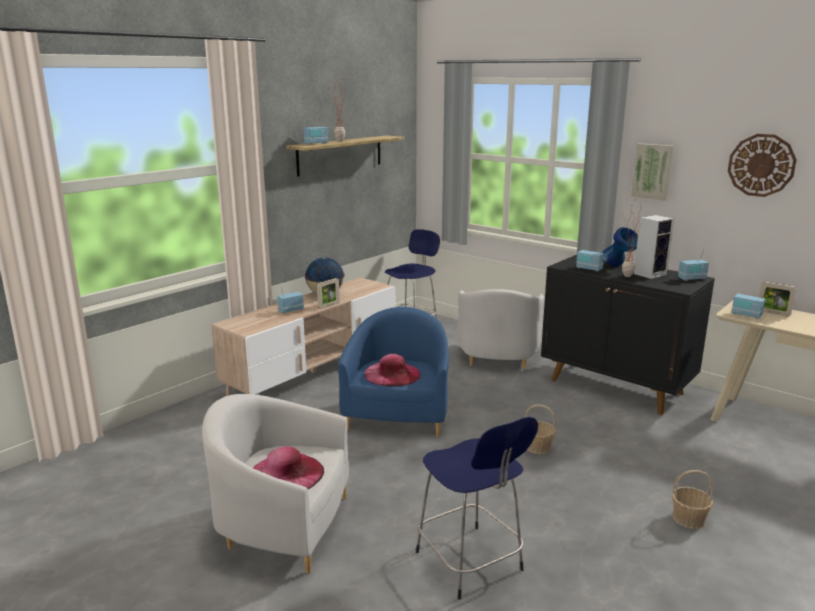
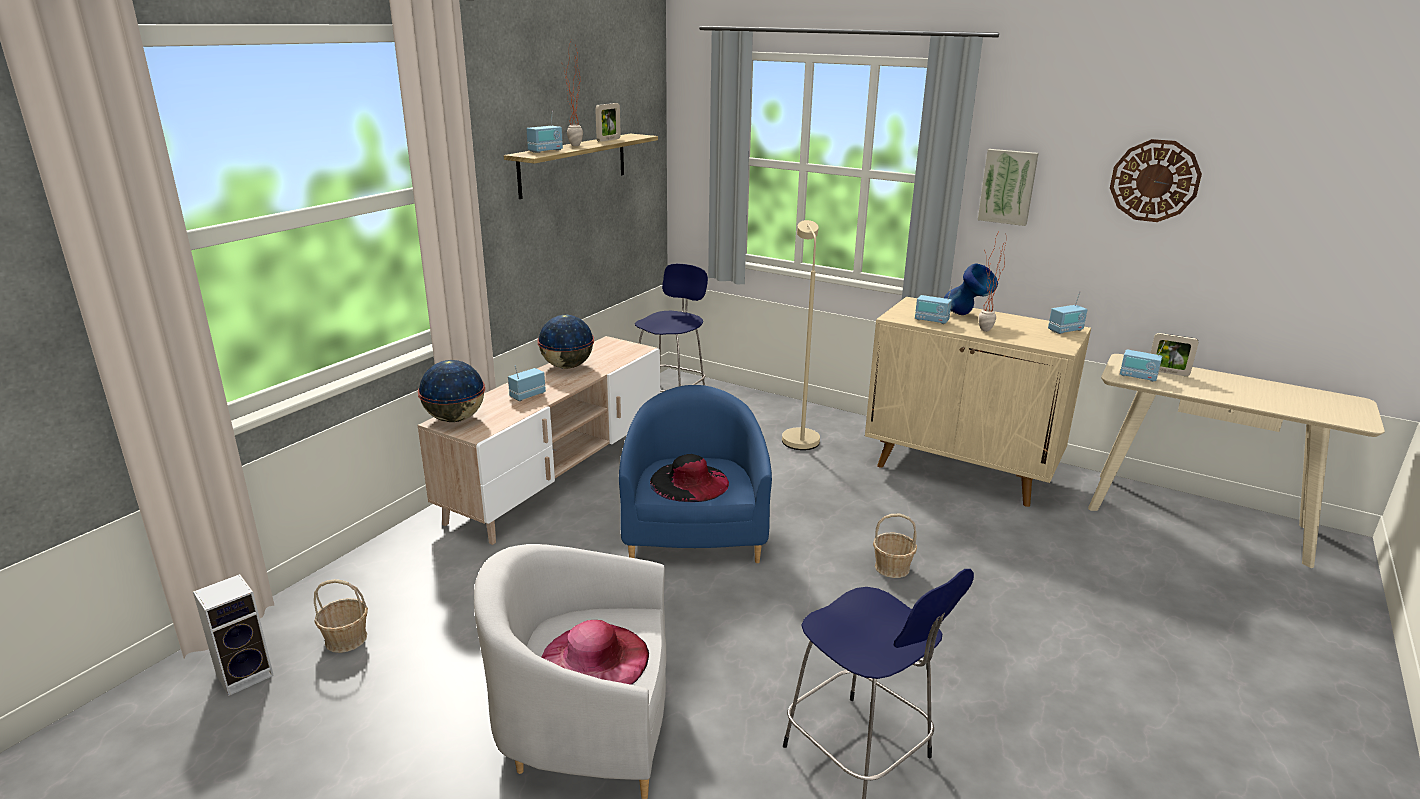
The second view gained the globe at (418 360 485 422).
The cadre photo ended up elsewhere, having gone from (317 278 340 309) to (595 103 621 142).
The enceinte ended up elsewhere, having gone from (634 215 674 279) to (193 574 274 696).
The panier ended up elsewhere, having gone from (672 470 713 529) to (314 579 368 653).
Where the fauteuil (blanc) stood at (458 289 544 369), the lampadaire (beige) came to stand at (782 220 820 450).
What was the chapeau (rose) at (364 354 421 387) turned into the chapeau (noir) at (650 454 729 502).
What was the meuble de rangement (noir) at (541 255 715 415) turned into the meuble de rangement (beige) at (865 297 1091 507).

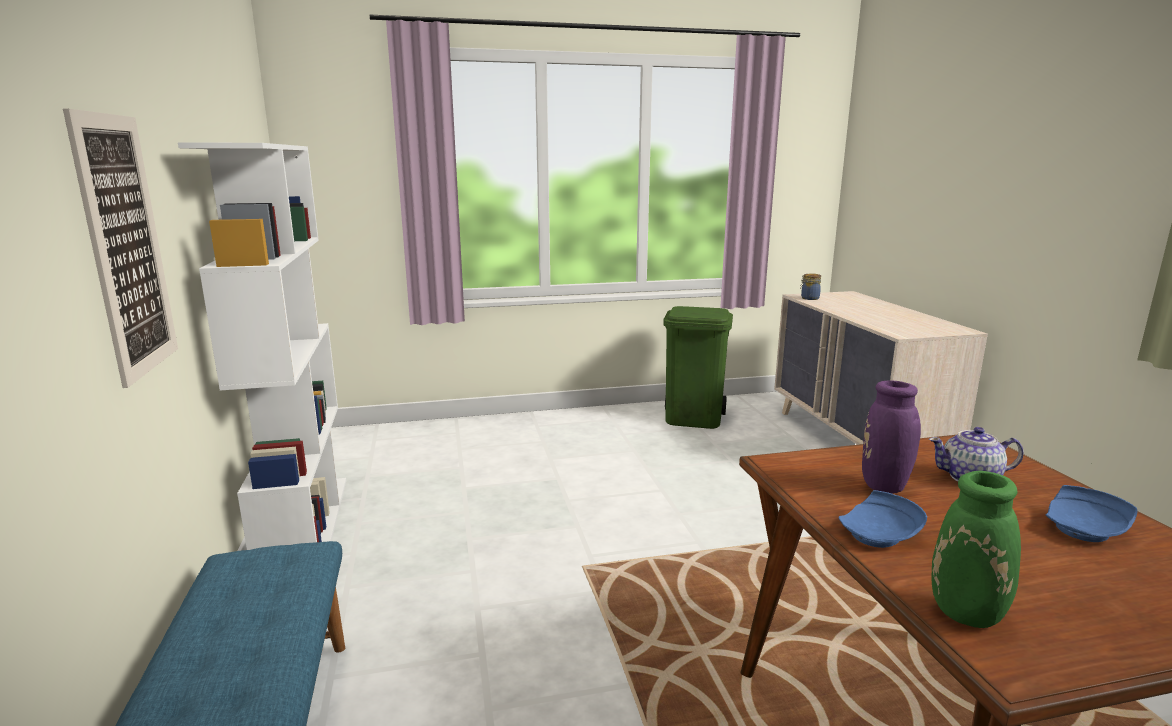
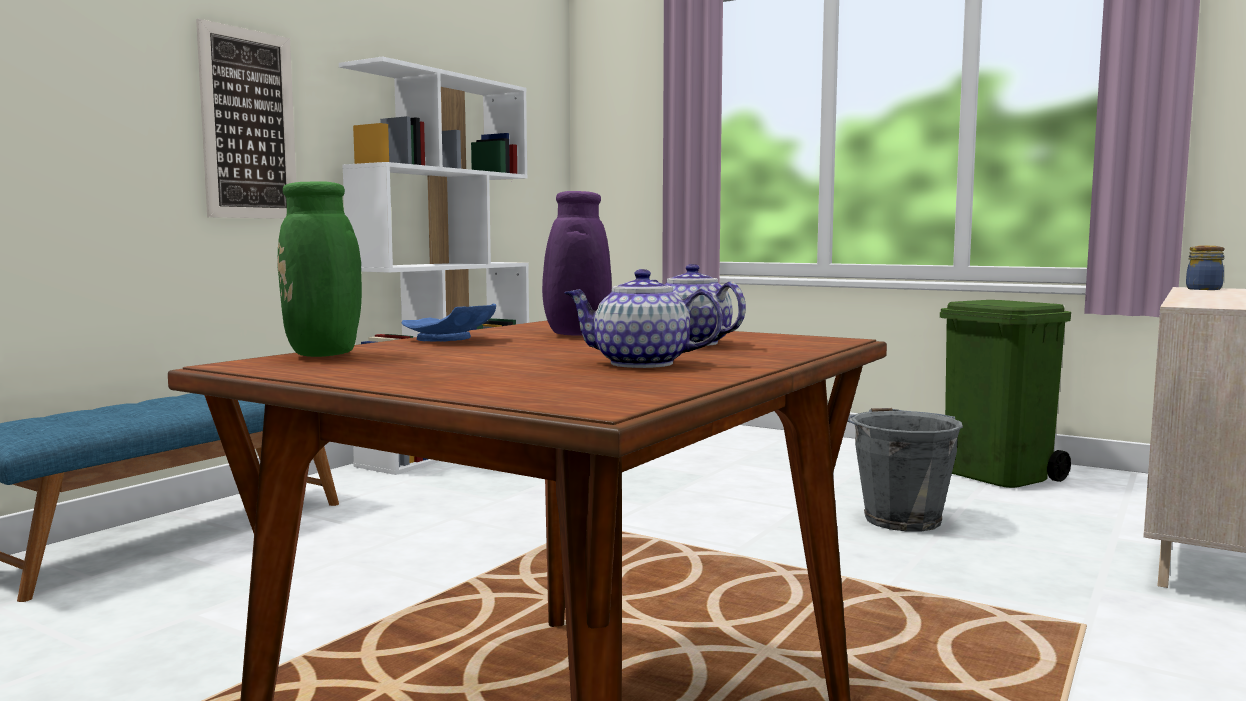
The second view gained the seau (gris) at (848 408 963 531).
Where the assiette (bleu) stood at (1046 485 1138 542), the théière came to stand at (564 269 722 368).

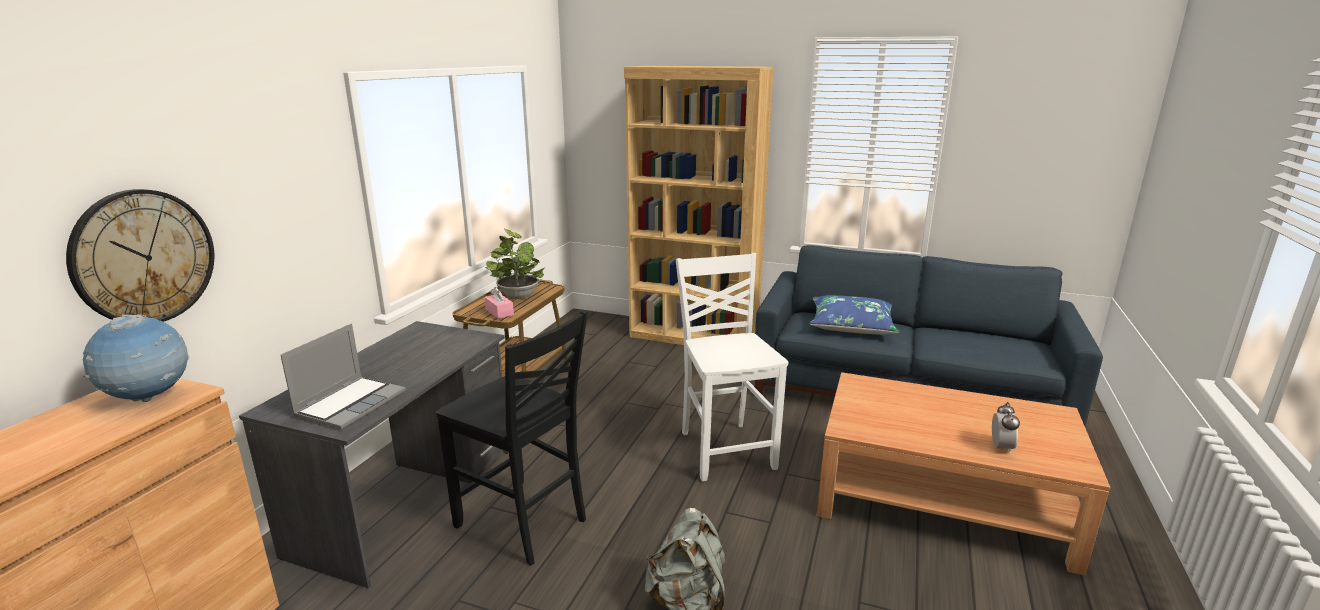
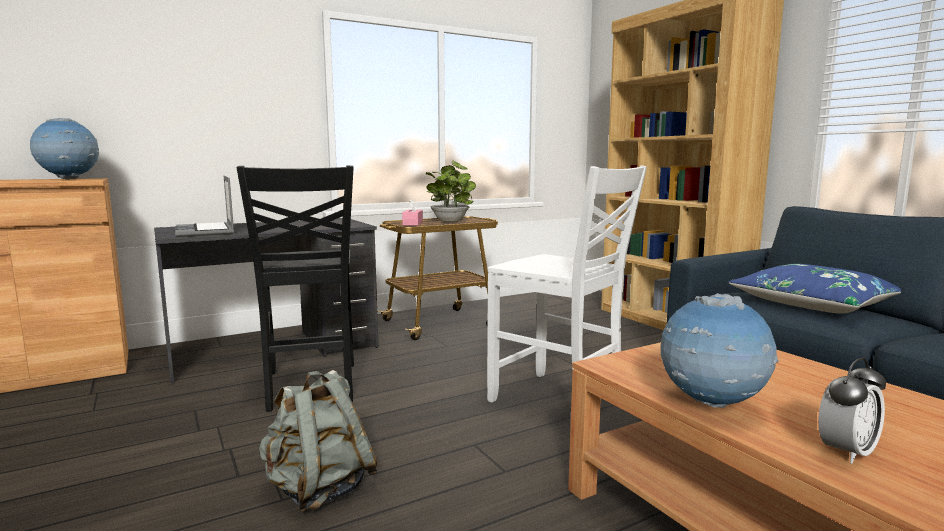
The second view lost the horloge murale at (66 189 214 322).
The second view gained the globe at (660 293 779 408).
The ordinateur portable at (281 323 406 429) ended up facing another way, 90 degrees clockwise from before.
The chaise (blanc) at (676 253 788 481) ended up facing another way, 105 degrees clockwise from before.

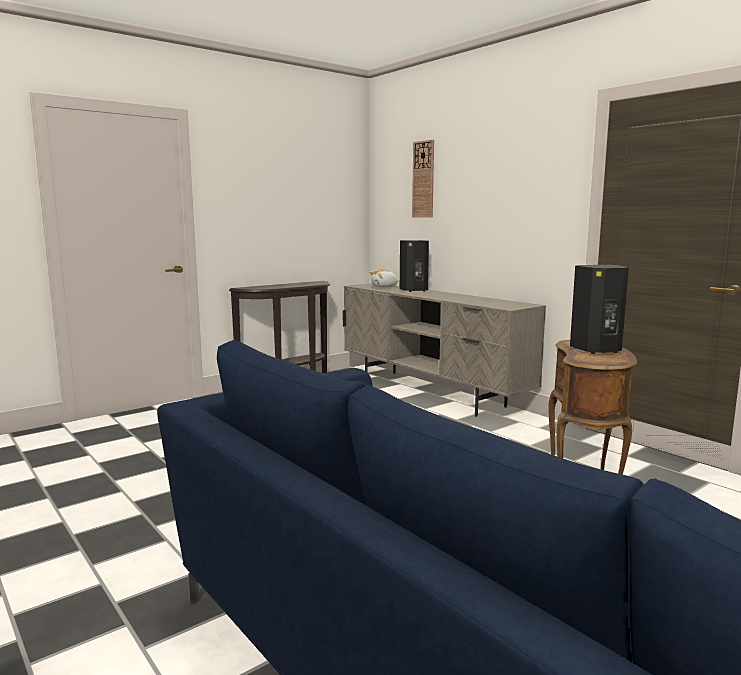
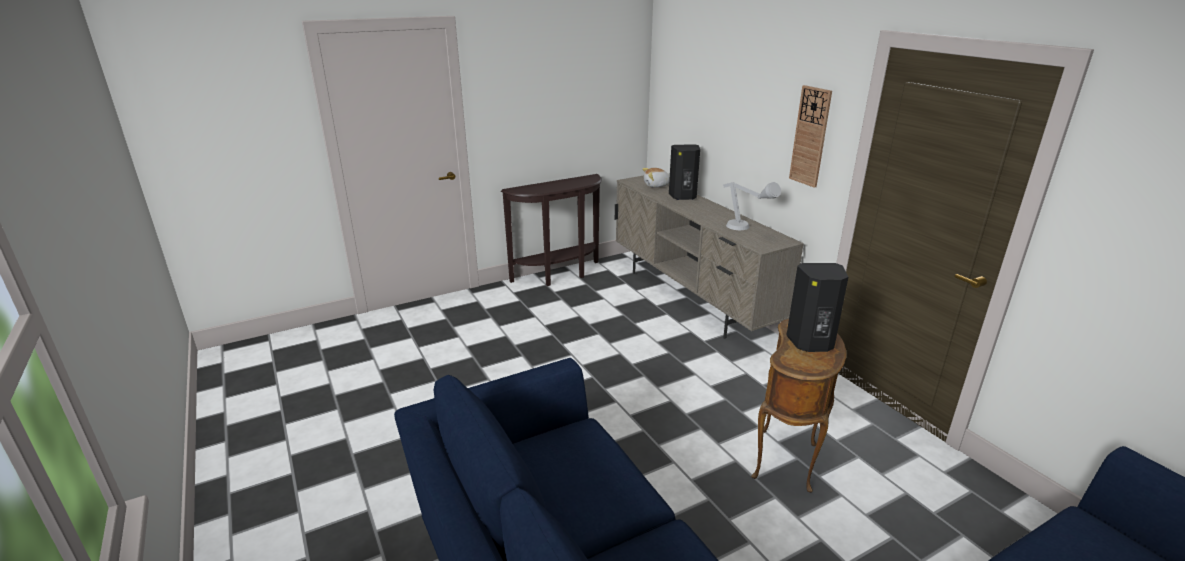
The second view gained the lampe de table (gris) at (723 182 781 230).
The horloge murale ended up elsewhere, having gone from (412 139 434 218) to (789 85 832 188).

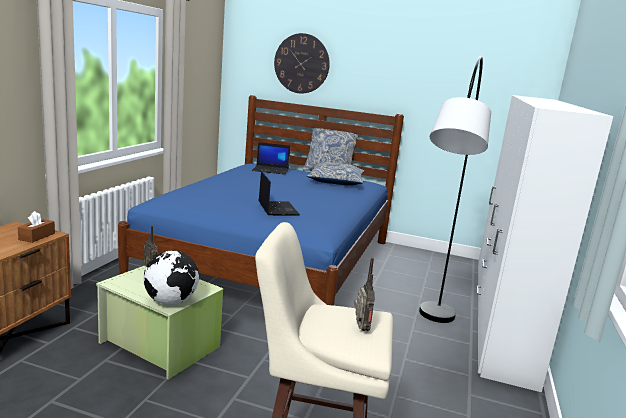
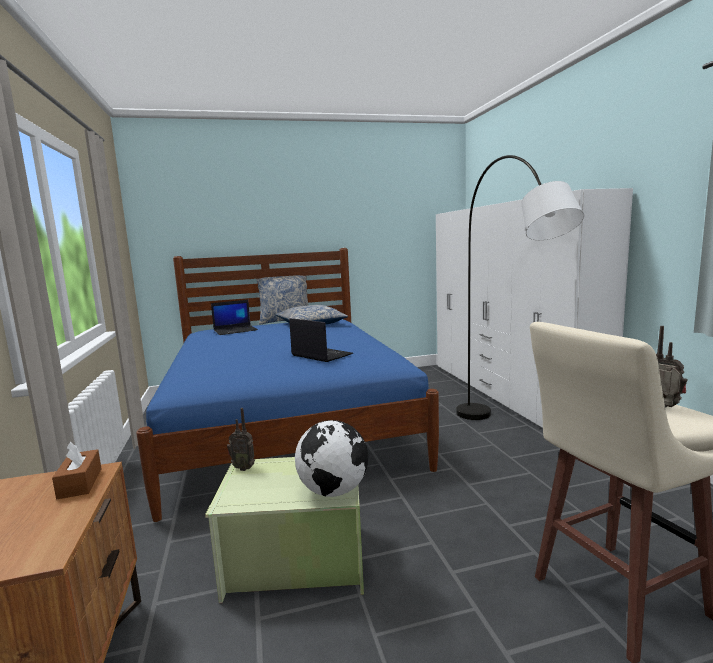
The second view lost the horloge murale at (274 33 330 94).

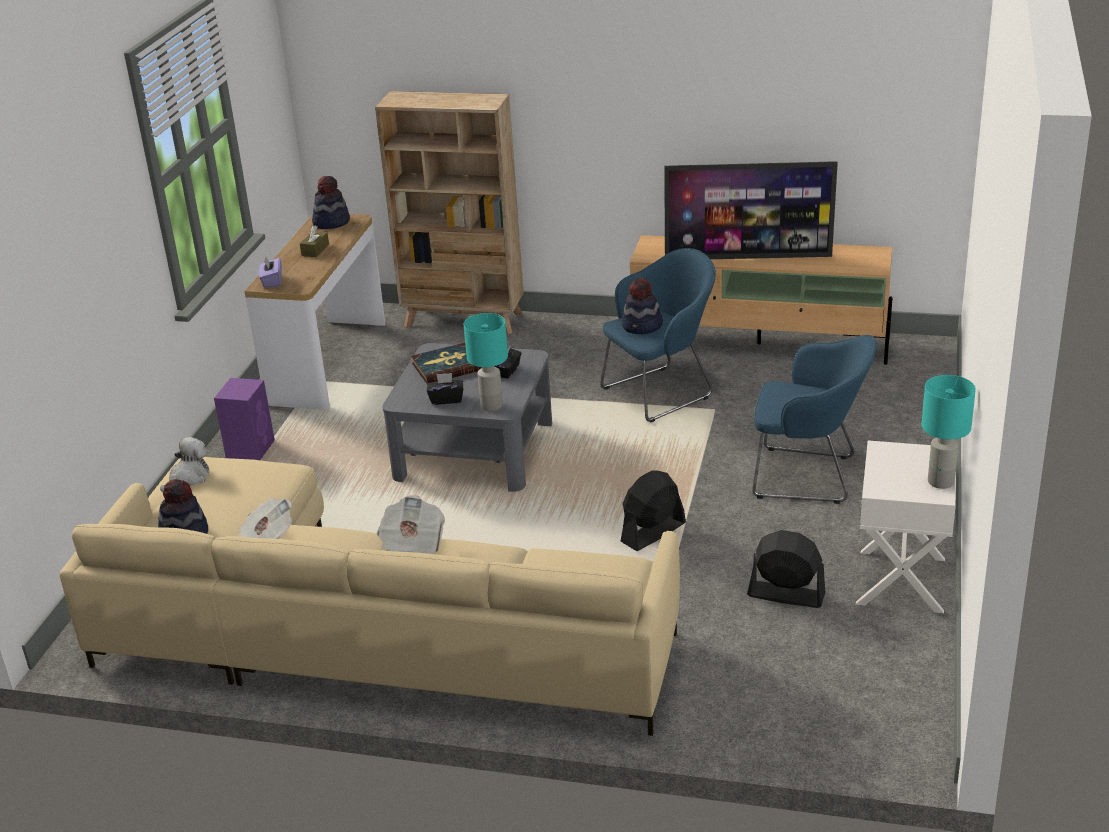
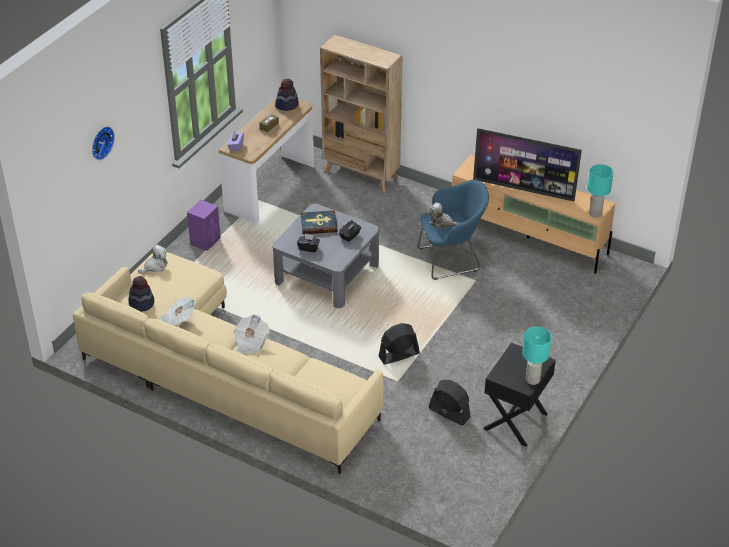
The second view lost the fauteuil (bleu) at (752 335 877 504).
The second view gained the horloge murale at (92 126 115 160).
The lampe de table (turquoise) ended up elsewhere, having gone from (464 313 508 411) to (587 164 613 218).
Where the chapeau stood at (622 278 663 334), the peluche came to stand at (429 203 459 228).
What was the table de chevet (blanc) at (856 440 956 613) turned into the table de chevet (noir) at (483 343 556 447).

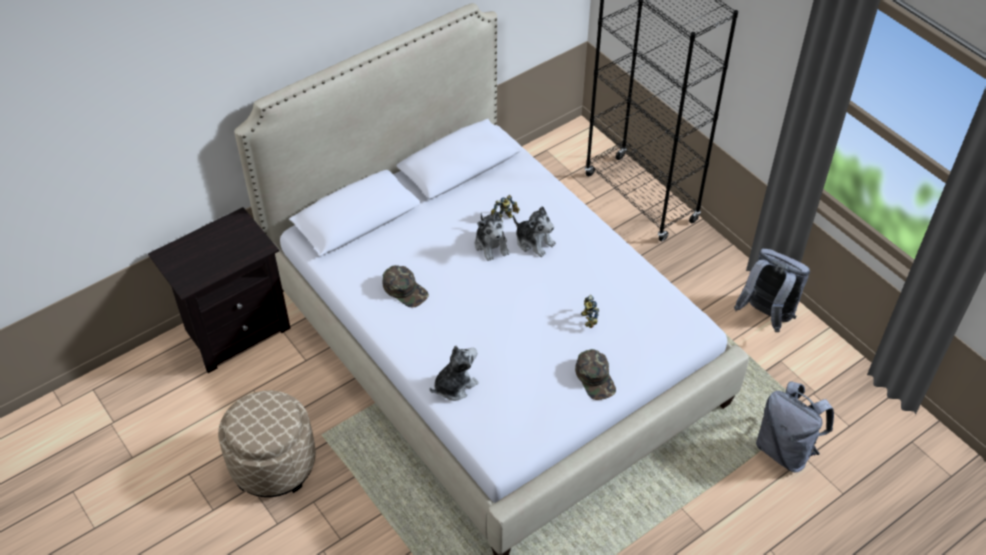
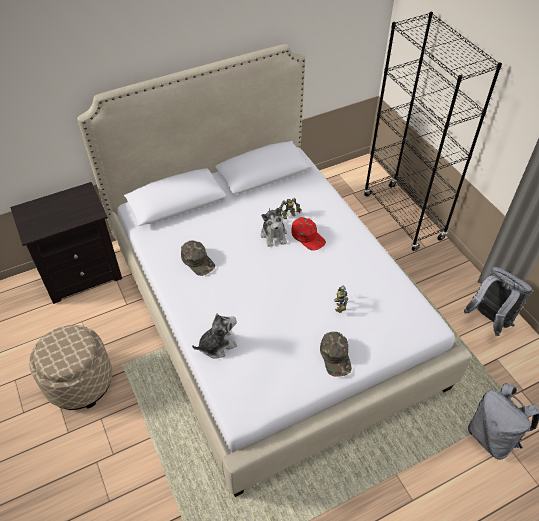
Where the peluche stood at (513 206 556 257), the casquette (rouge) came to stand at (291 217 326 251).

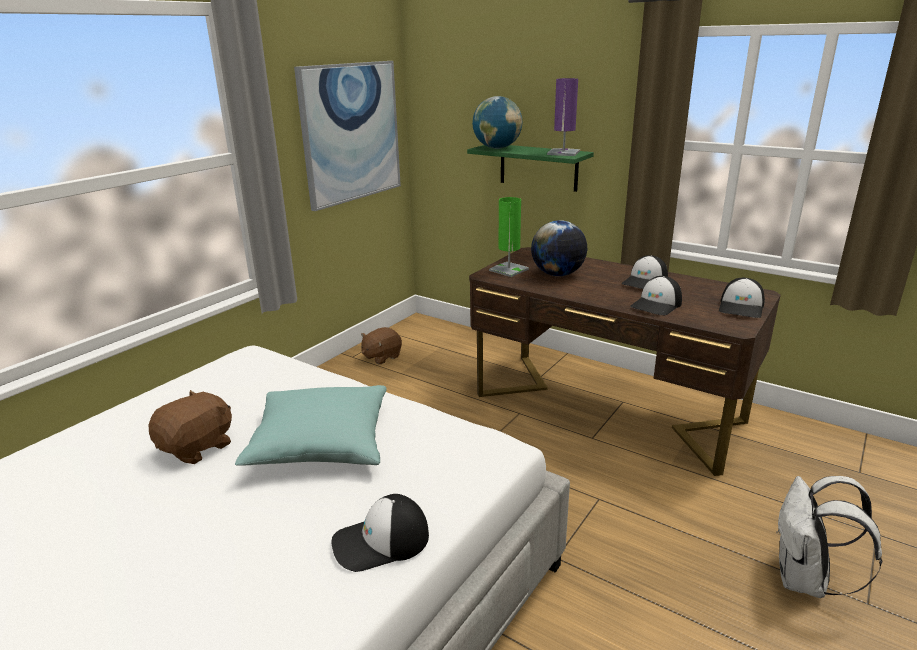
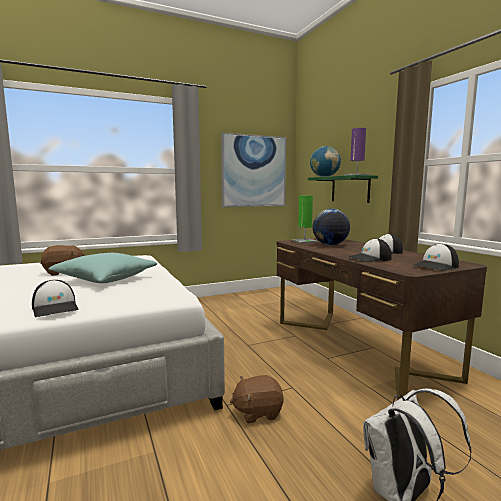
The peluche (marron) ended up elsewhere, having gone from (361 327 402 364) to (230 375 284 424).
The casquette at (332 494 429 572) ended up facing another way, 135 degrees counterclockwise from before.

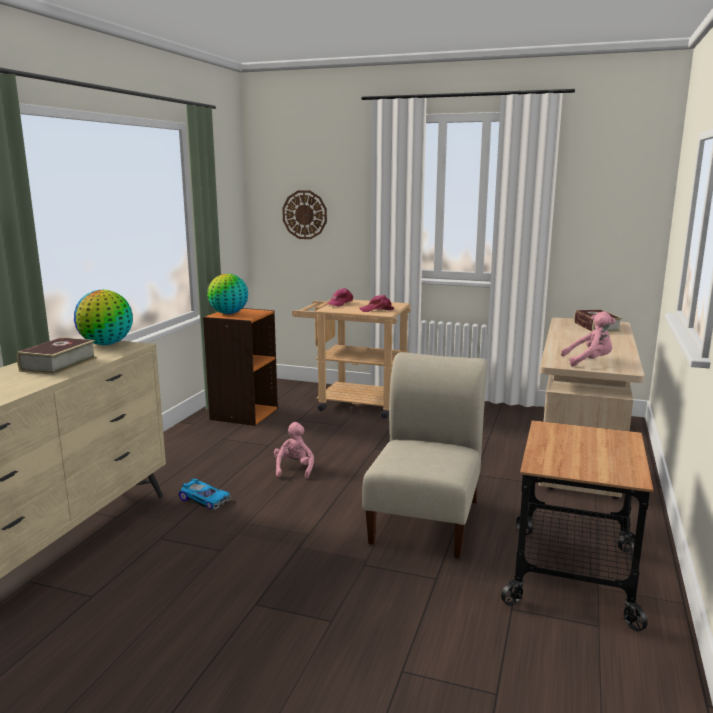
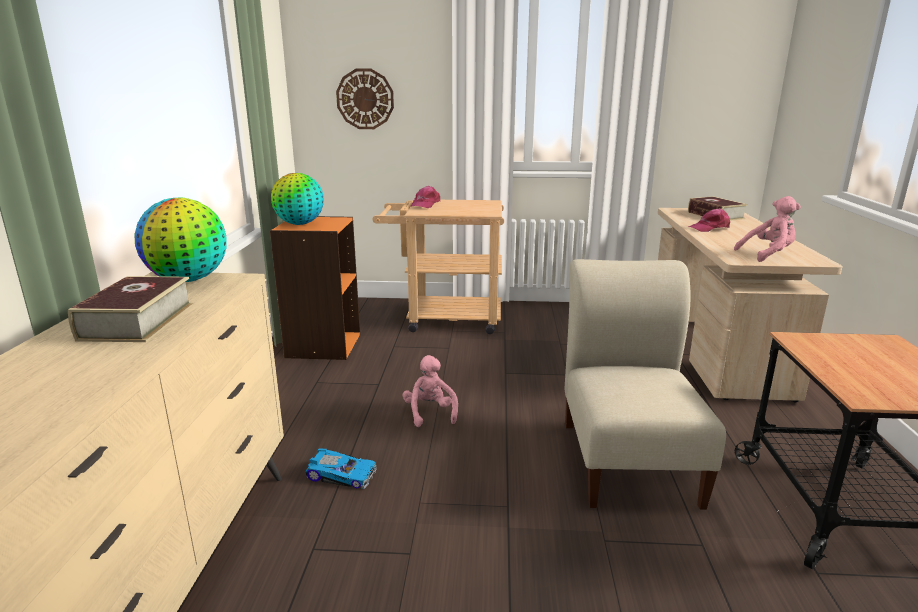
The casquette (rose) ended up elsewhere, having gone from (359 295 394 312) to (688 208 730 232).

